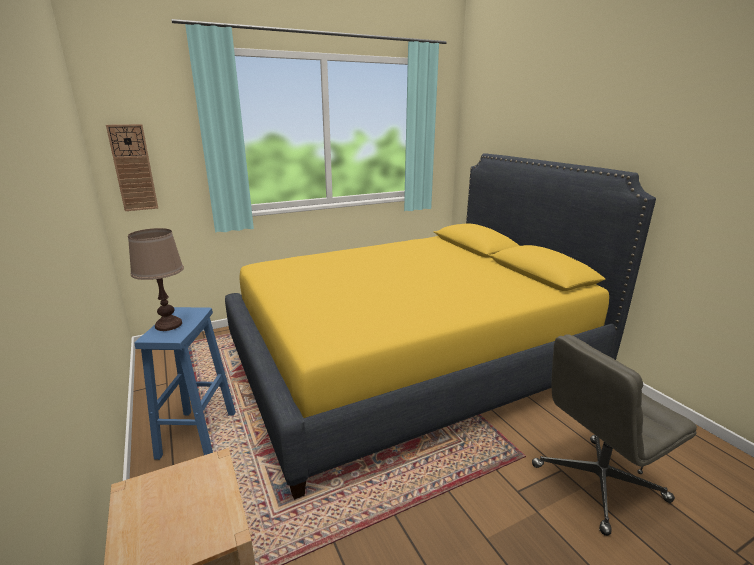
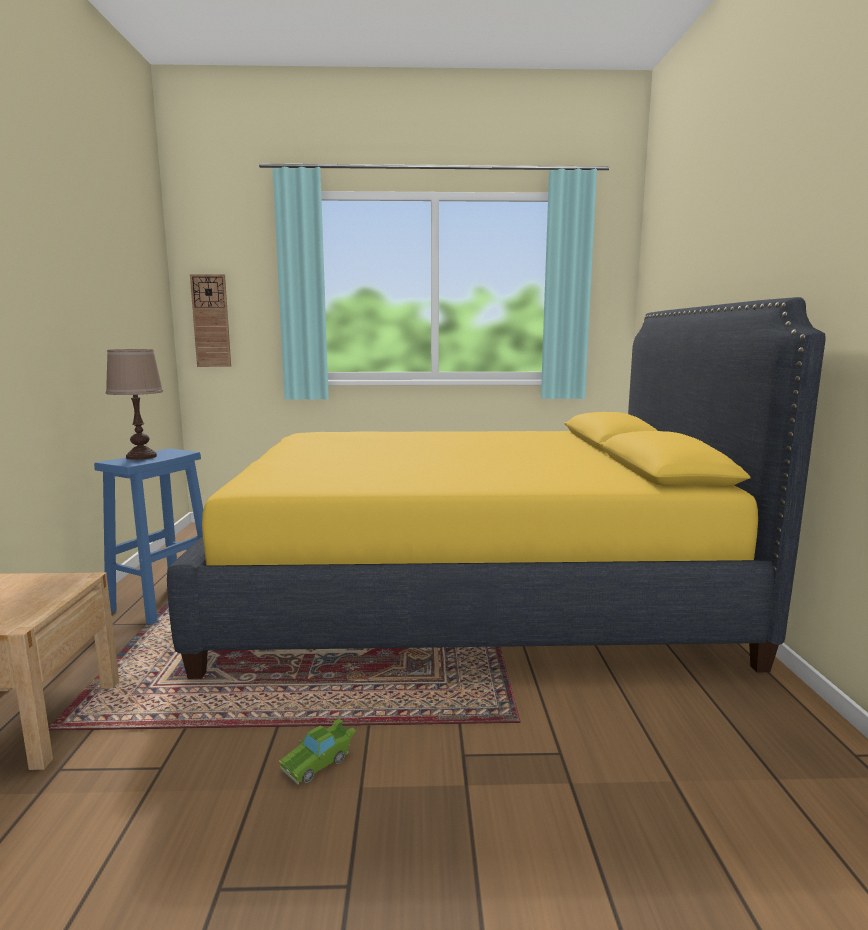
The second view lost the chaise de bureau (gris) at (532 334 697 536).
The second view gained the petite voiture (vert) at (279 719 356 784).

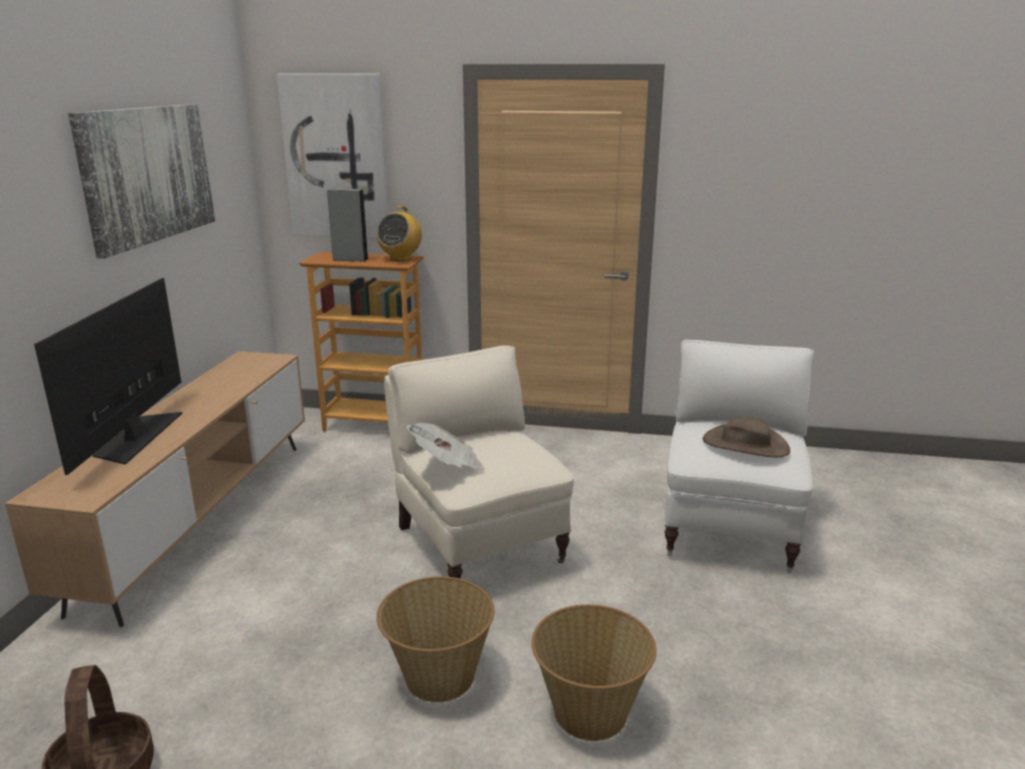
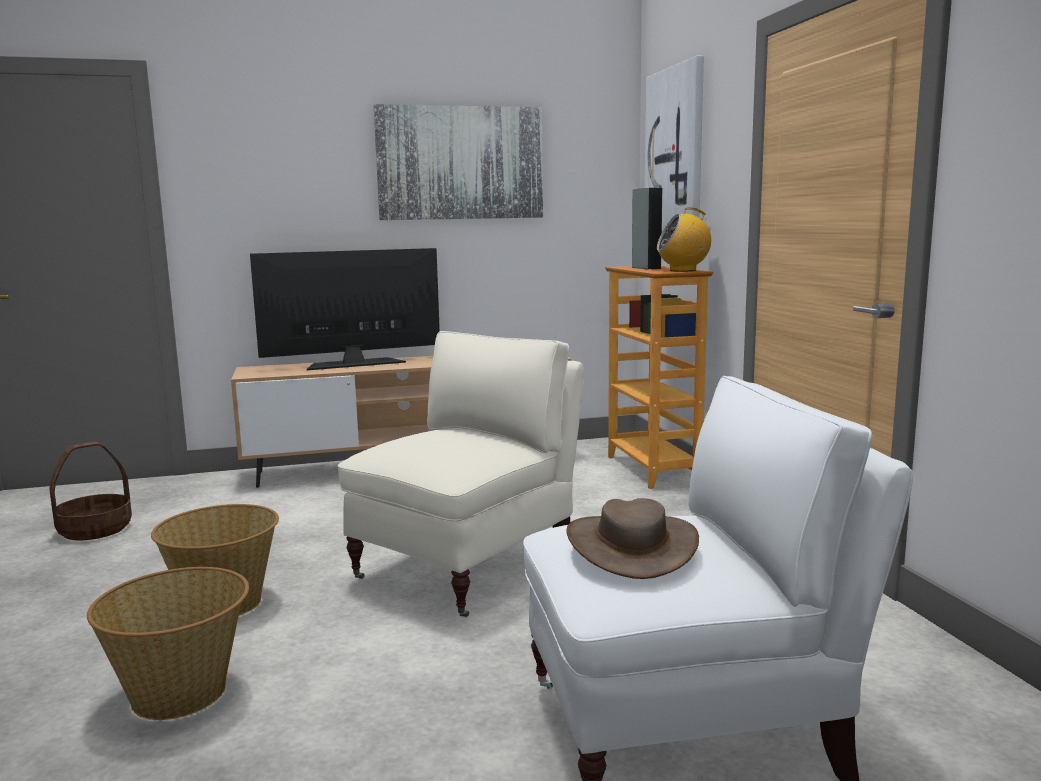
The second view lost the journal at (406 423 485 469).

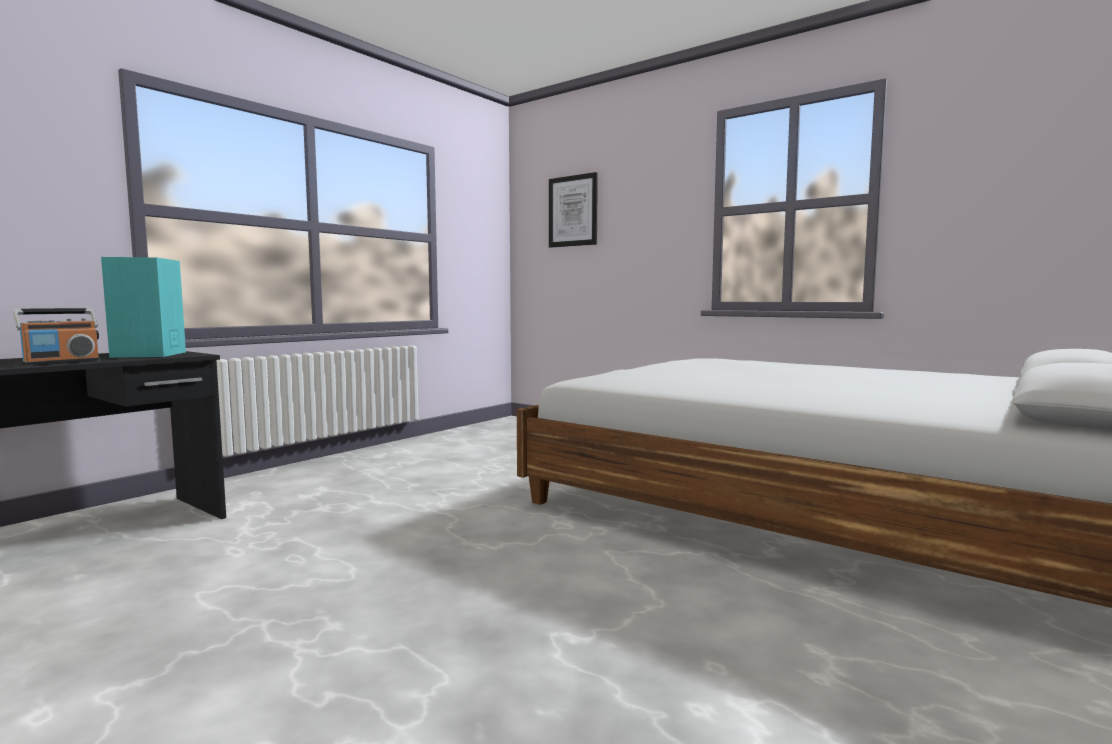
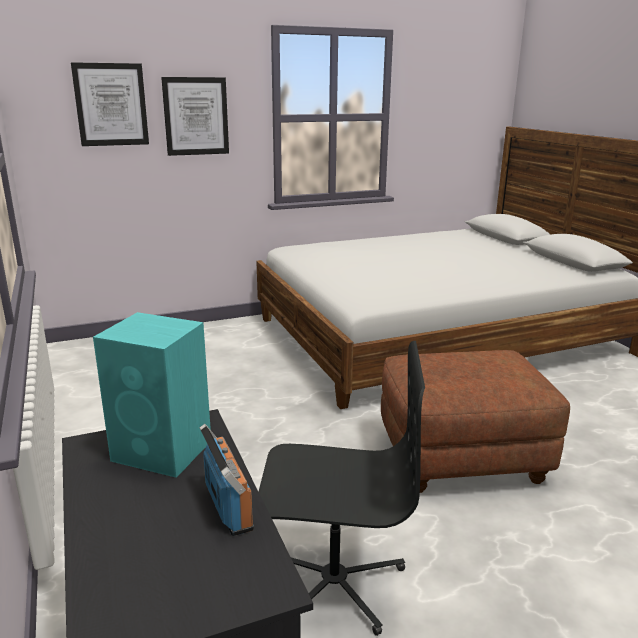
The second view gained the tableau at (161 77 229 156).
The second view gained the chaise de bureau (noir) at (258 341 425 636).
The second view gained the pouf (marron) at (381 350 570 493).

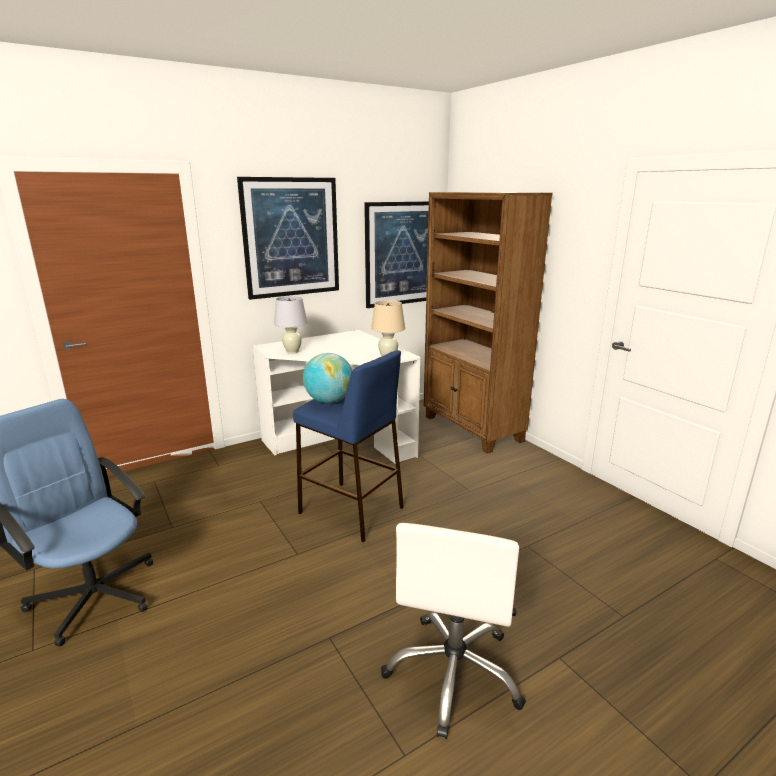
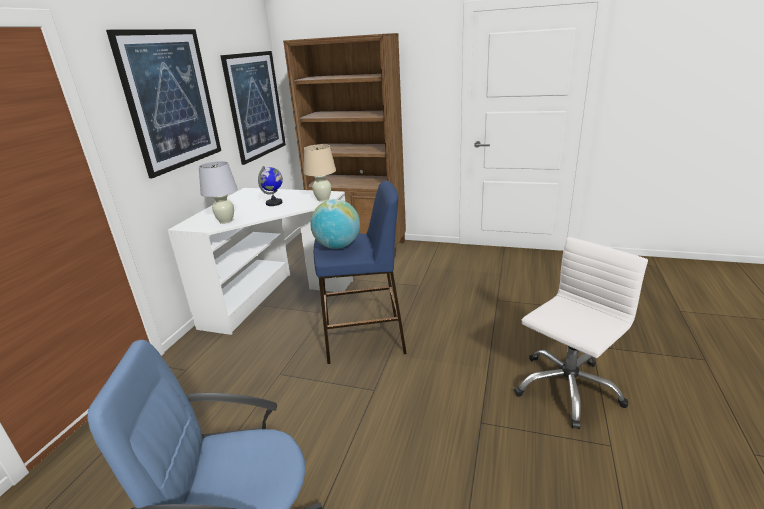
The second view gained the globe at (258 166 283 206).
The chaise de bureau (blanc) at (381 523 526 739) ended up facing another way, 105 degrees counterclockwise from before.

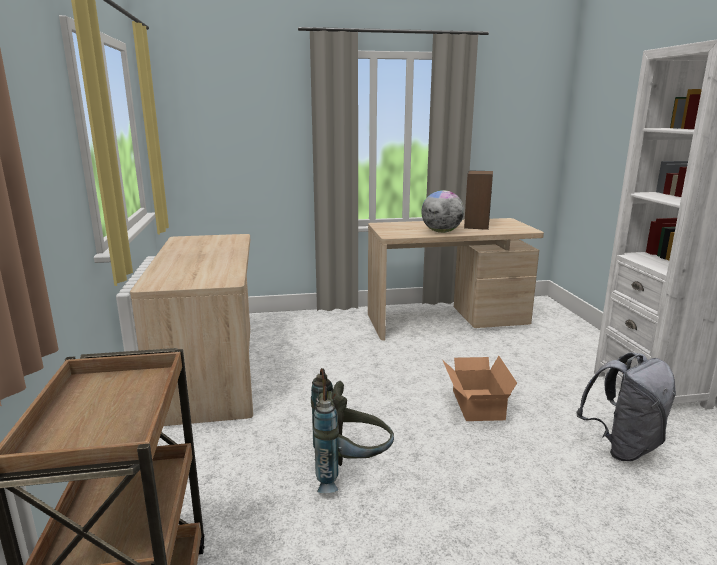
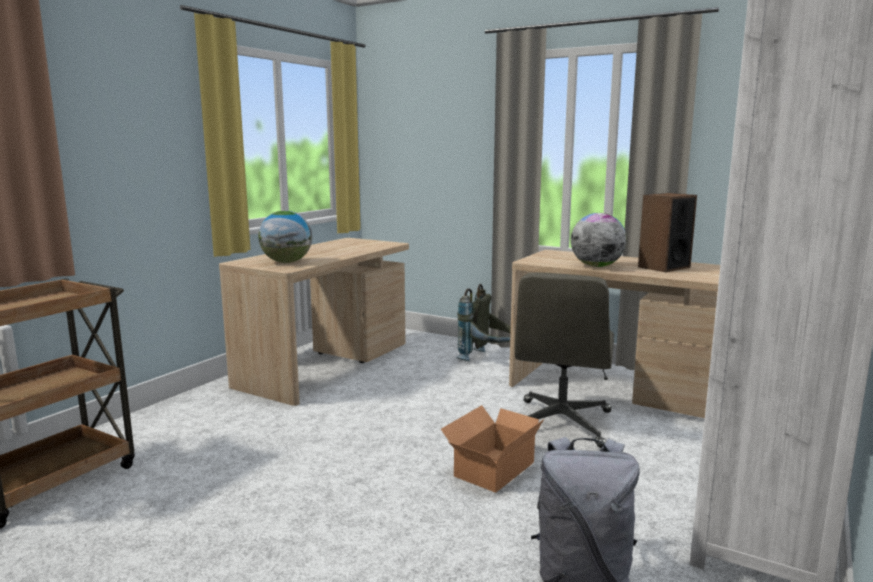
The second view gained the globe at (258 210 312 263).
The second view gained the chaise de bureau (gris) at (515 272 614 448).
The sac à dos (gris) ended up elsewhere, having gone from (311 368 394 493) to (457 284 511 361).

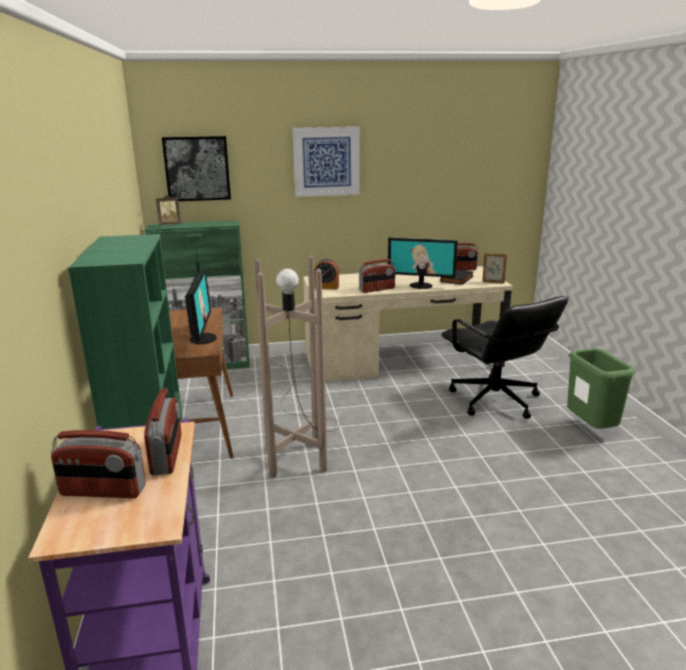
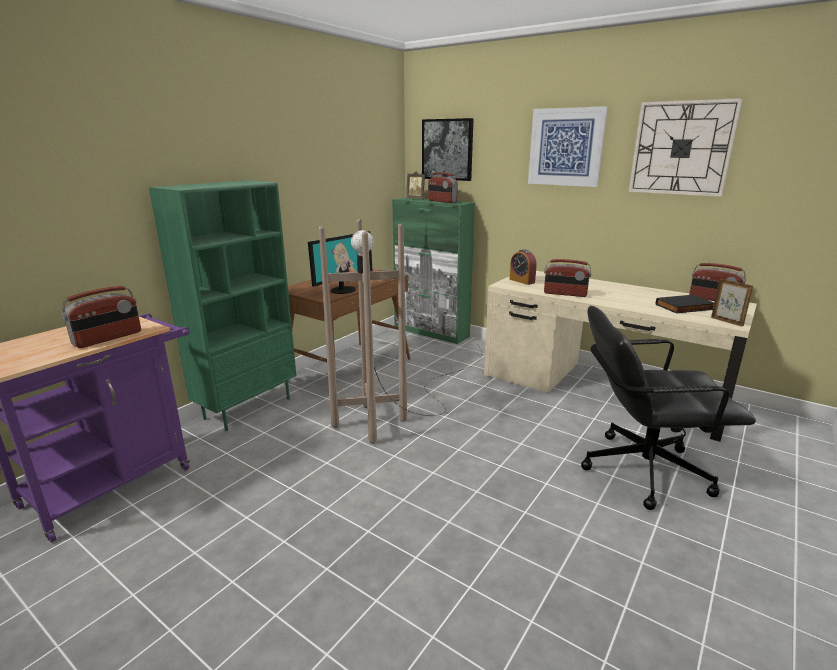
The second view lost the écran d'ordinateur at (388 238 458 289).
The second view lost the poubelle (vert) at (567 348 636 429).
The second view gained the horloge murale at (629 98 743 197).
The radio ended up elsewhere, having gone from (51 430 146 498) to (428 172 458 203).
The chaise de bureau (noir) at (441 296 569 419) ended up facing another way, 75 degrees clockwise from before.

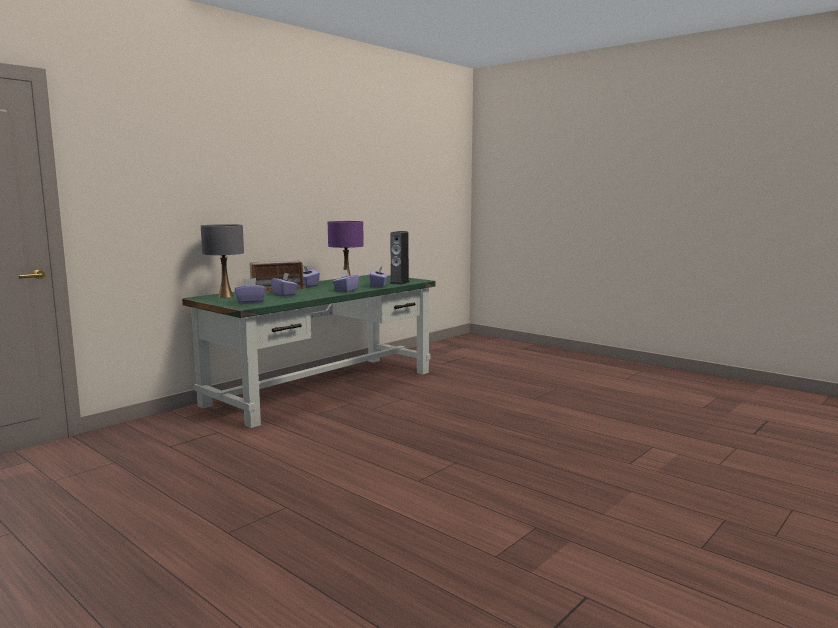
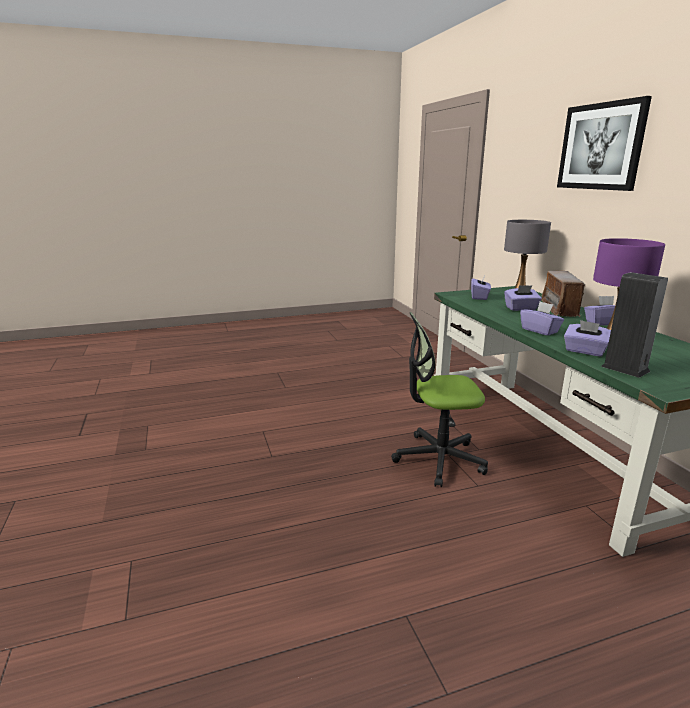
The second view gained the chaise de bureau at (391 312 488 487).
The second view gained the tableau at (557 96 652 191).

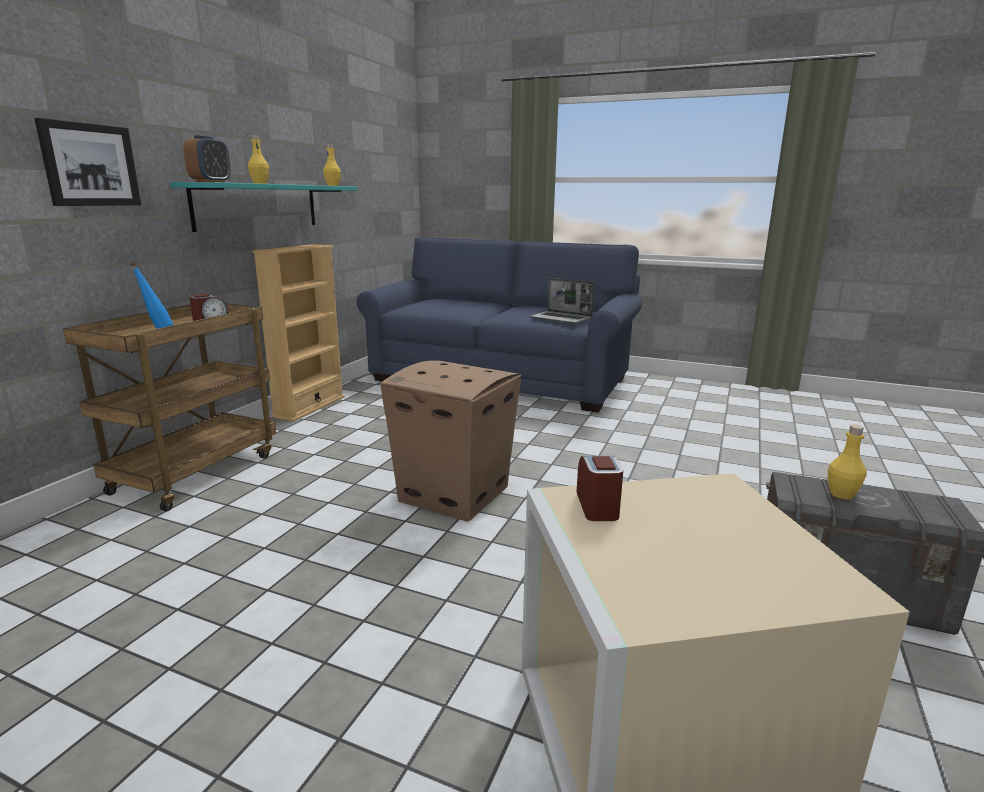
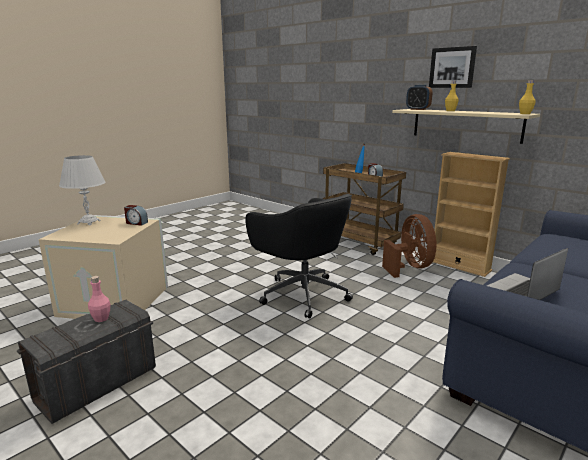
The second view gained the lampe de table (blanc) at (59 155 106 225).
The second view gained the ventilateur (marron) at (382 214 437 278).
The tableau ended up elsewhere, having gone from (34 118 141 206) to (429 46 477 88).
Where the carton stood at (380 360 522 522), the chaise de bureau (noir) came to stand at (245 194 353 319).
What was the étagère (turquoise) at (170 182 357 232) turned into the étagère (beige) at (392 109 540 144).
What was the bouteille (jaune) at (828 424 867 500) turned into the bouteille (rose) at (88 276 110 322).

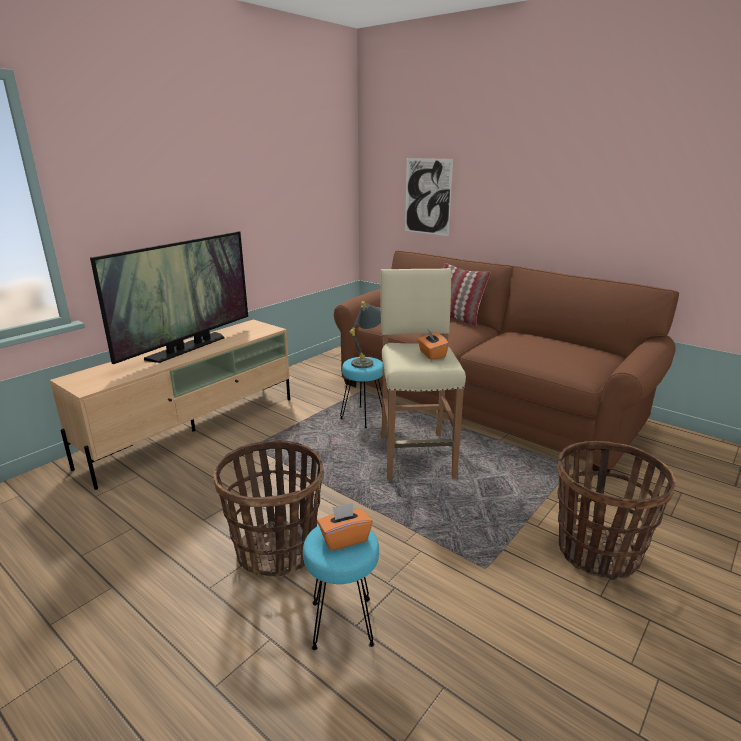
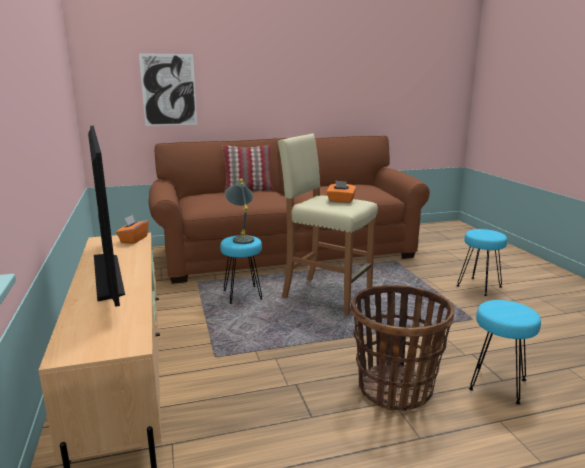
The boîte à mouchoirs (orange) ended up elsewhere, having gone from (317 503 373 551) to (116 215 149 244).
Where the panier stood at (557 441 676 580), the tabouret (turquoise) came to stand at (456 229 507 296).

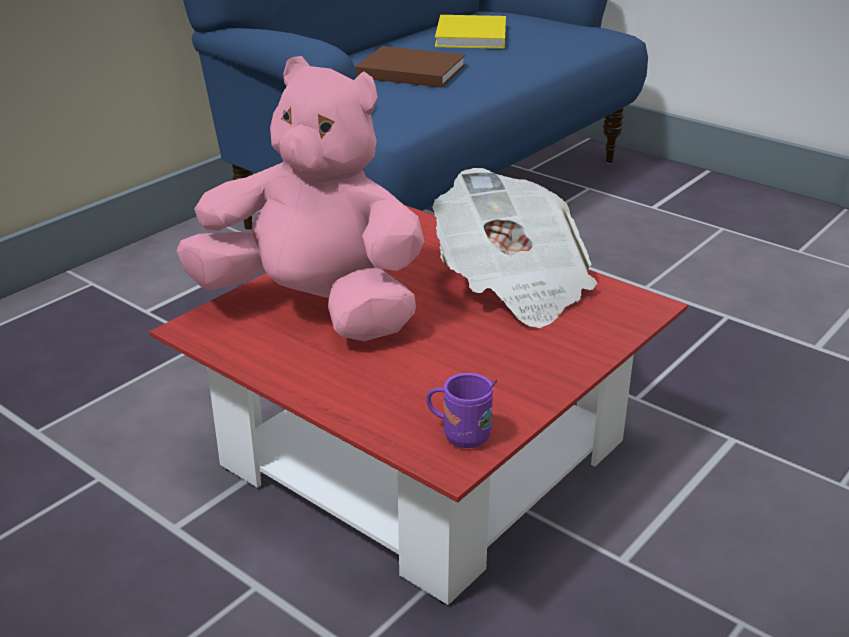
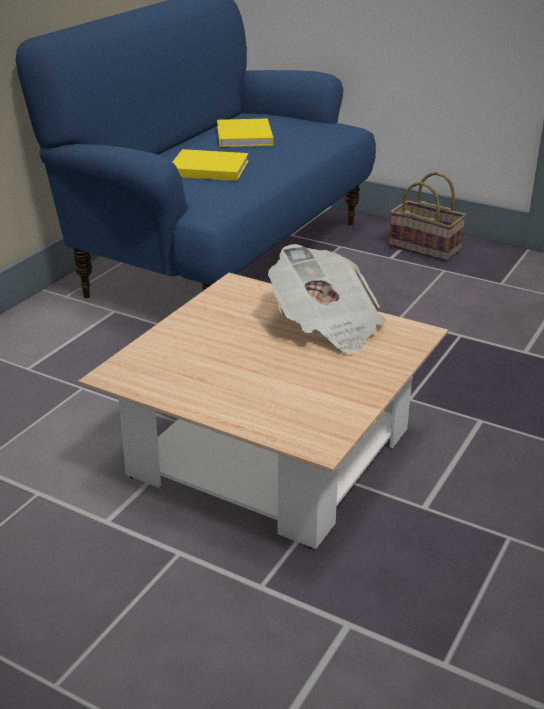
The second view lost the peluche (rose) at (176 56 424 341).
The second view lost the mug (violet) at (426 373 498 448).
The second view gained the panier at (389 172 466 262).
What was the table basse (rouge) at (149 205 688 605) turned into the table basse (beige) at (78 273 448 549).
What was the livre (marron) at (355 46 466 88) turned into the livre (jaune) at (173 149 249 181).

